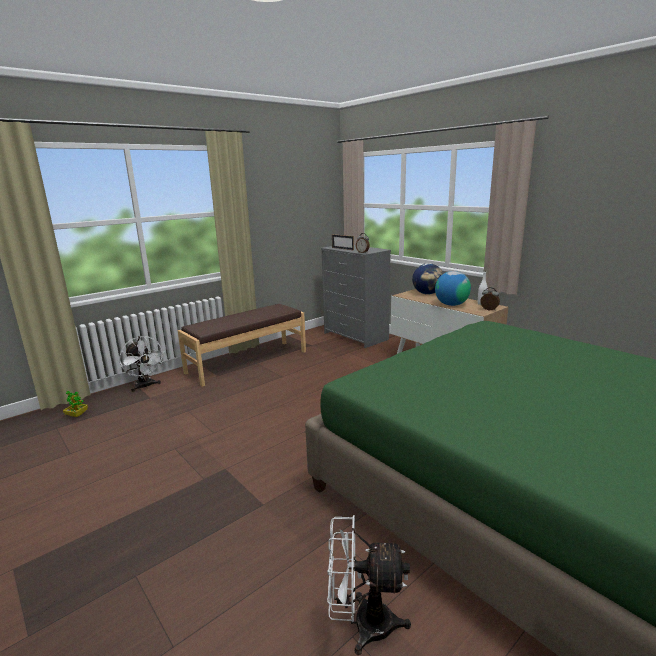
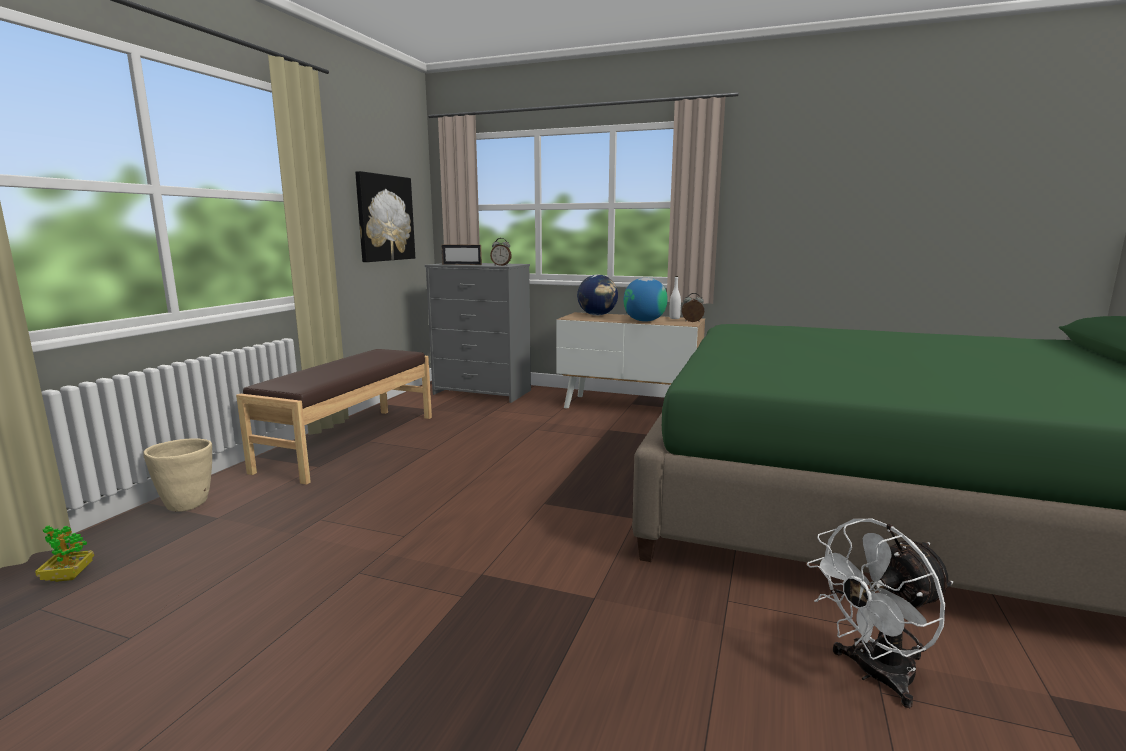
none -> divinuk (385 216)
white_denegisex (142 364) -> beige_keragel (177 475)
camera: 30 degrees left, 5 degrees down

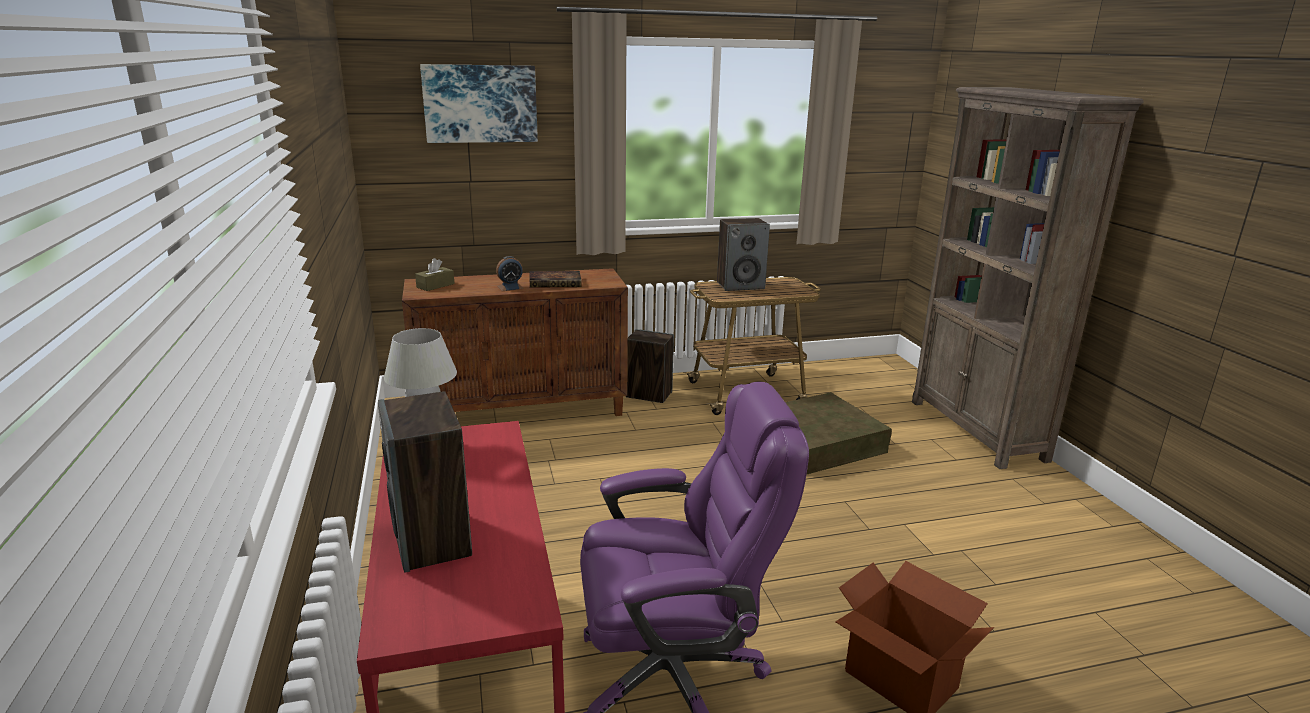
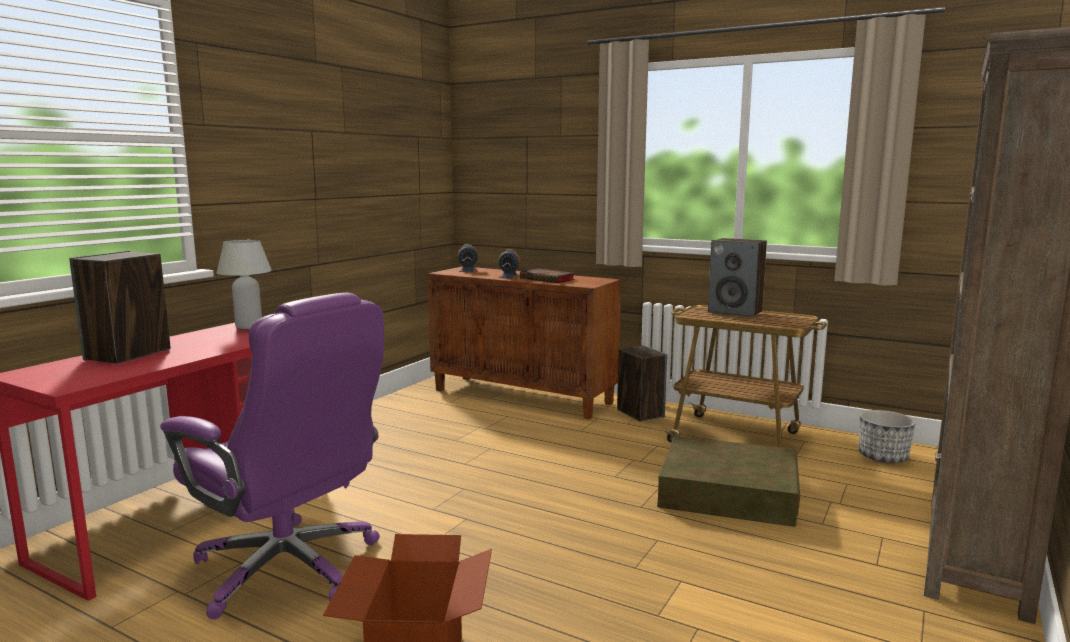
divinuk (479 103) -> none
none -> keragel (887 437)
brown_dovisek (435 274) -> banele (468 258)
camera: 45 degrees right, 10 degrees down

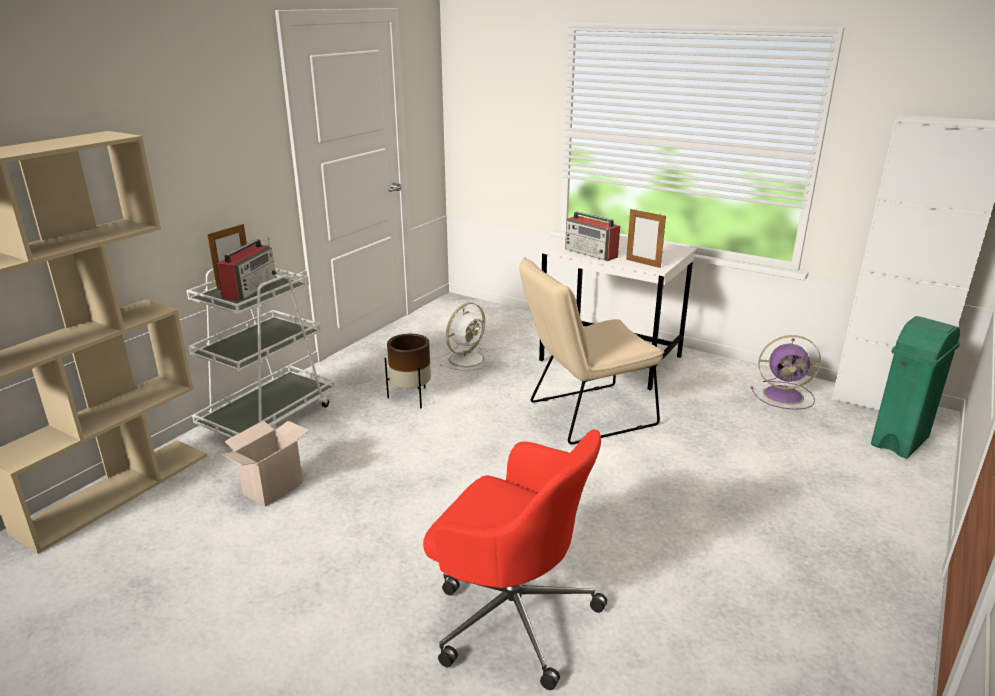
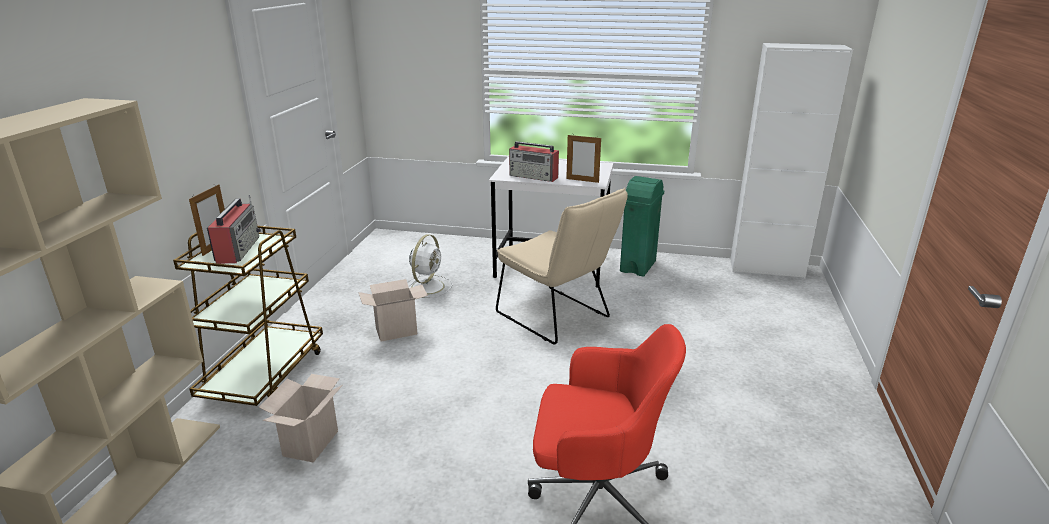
purple_denegisex (786 372) -> none
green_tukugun (915 387) -> green_tukugun (642 226), shifted
brown_keragel (408 371) -> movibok (393 310)
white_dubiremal (260 353) -> brown_dubiremal (248 316)
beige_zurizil (591 350) -> beige_zurizil (562 266), 90 degrees counterclockwise
camera: 20 degrees left, 0 degrees up

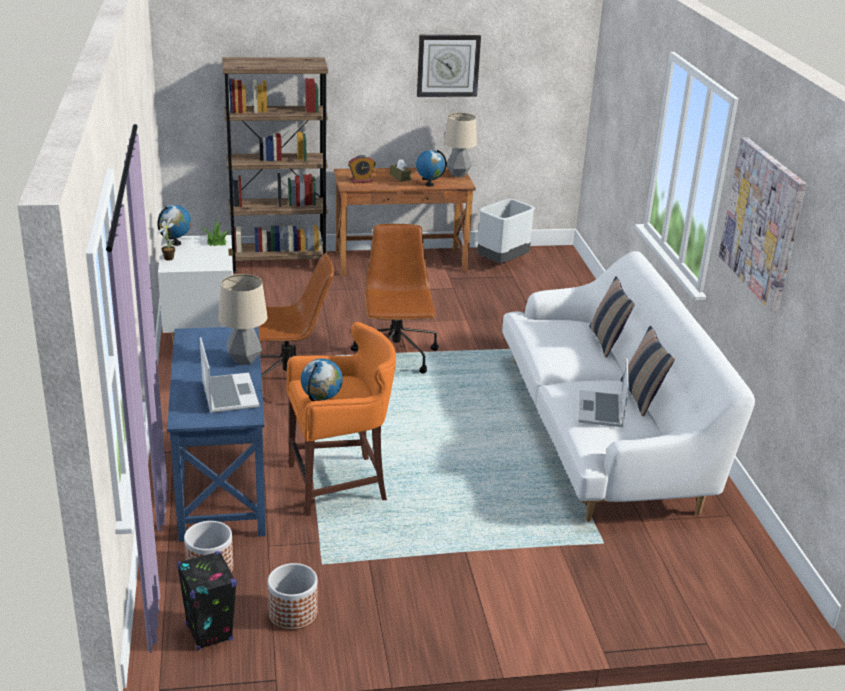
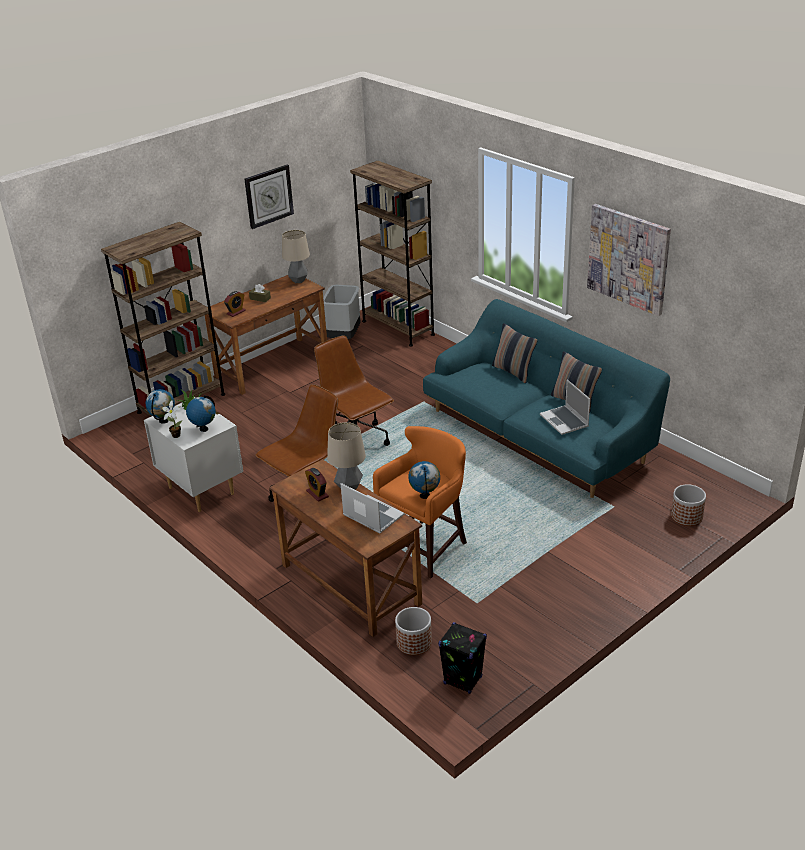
none -> banele (317 485)
none -> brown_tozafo (392 253)
keragel (292 596) -> keragel (688 505), shifted
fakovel (431 168) -> fakovel (201 413), shifted
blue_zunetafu (216 434) -> brown_zunetafu (345 548)
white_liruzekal (628 386) -> turquoise_liruzekal (546 398)
camera: 30 degrees left, 5 degrees up

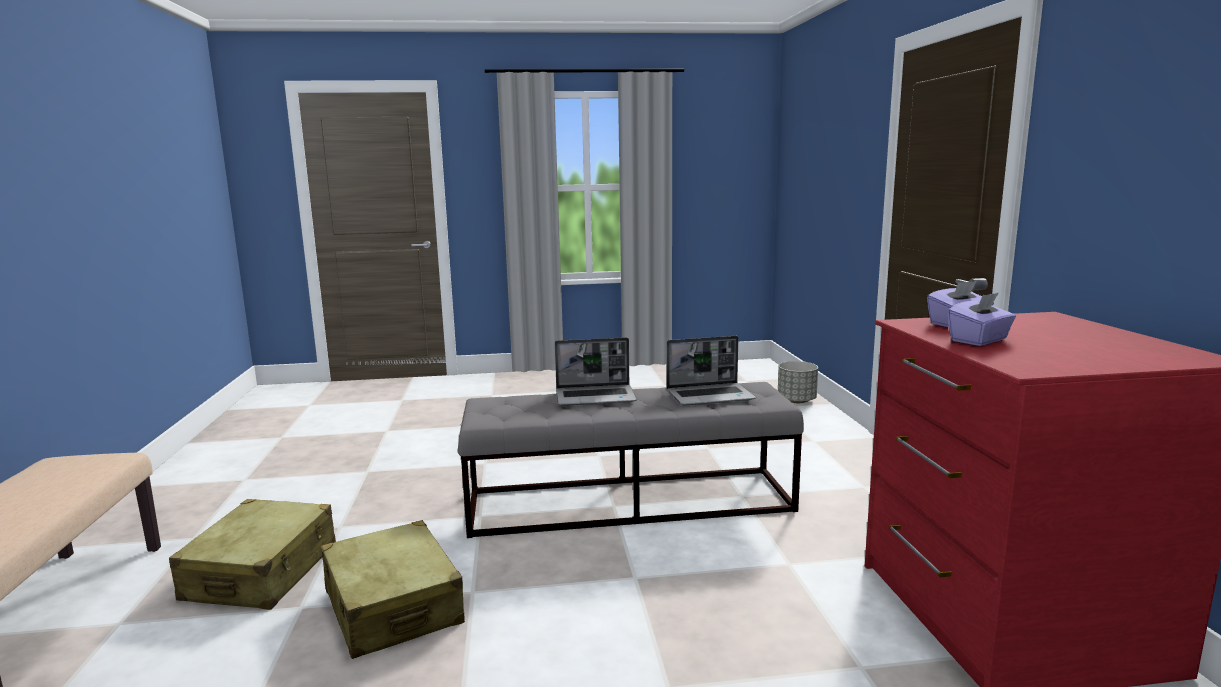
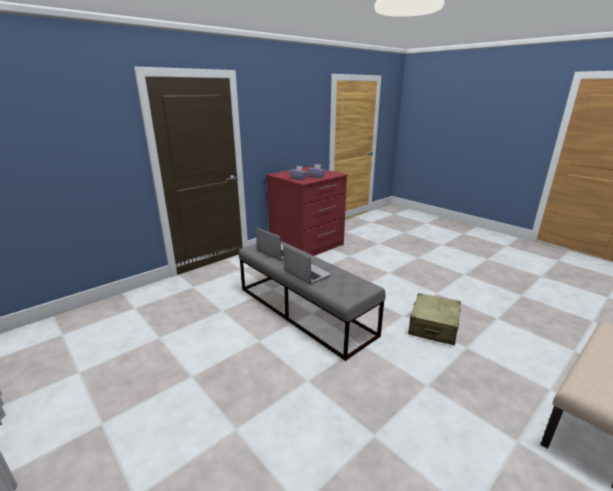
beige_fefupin (252 554) -> none
grey_keragel (798 382) -> none
camera: 125 degrees left, 10 degrees up

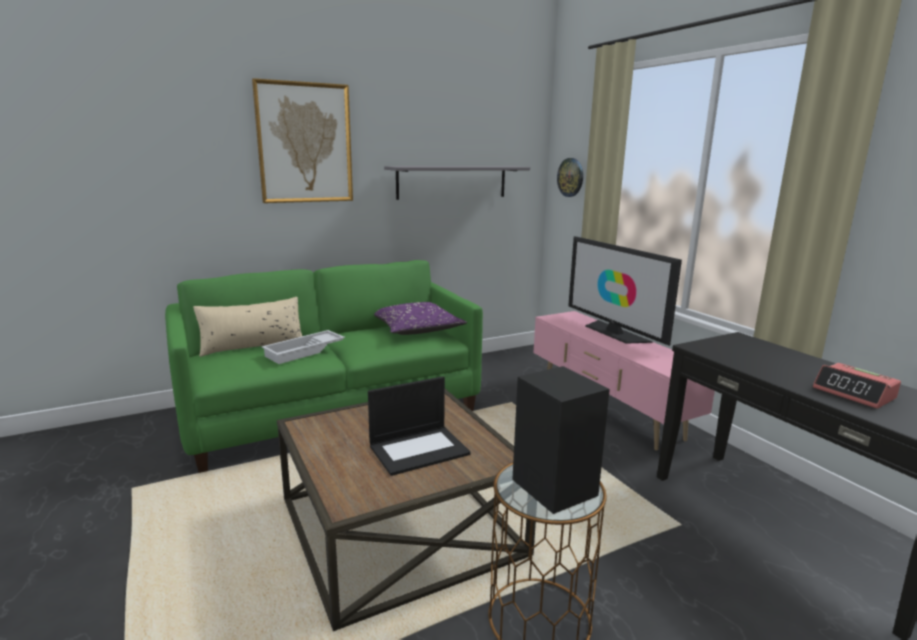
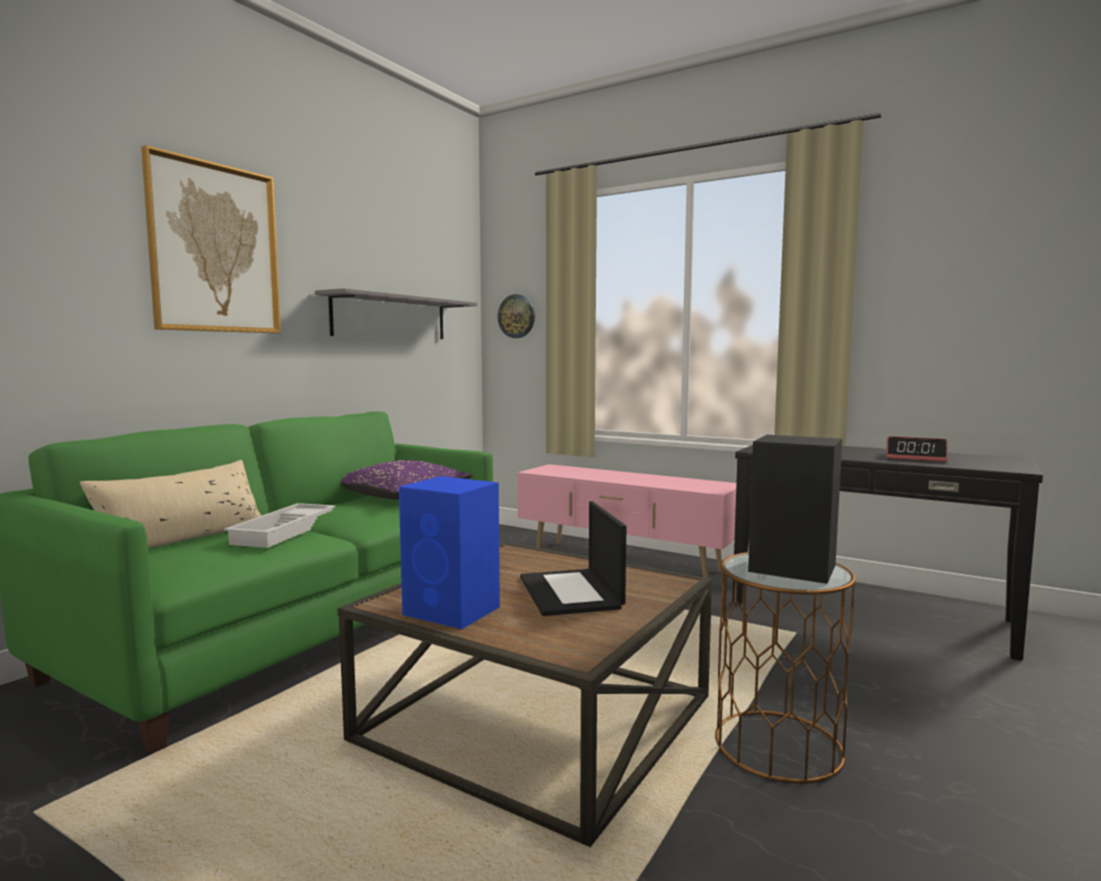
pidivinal (625 291) -> none
none -> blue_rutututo (449 552)
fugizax (419 426) -> fugizax (573 558), 135 degrees clockwise
camera: 30 degrees left, 10 degrees down

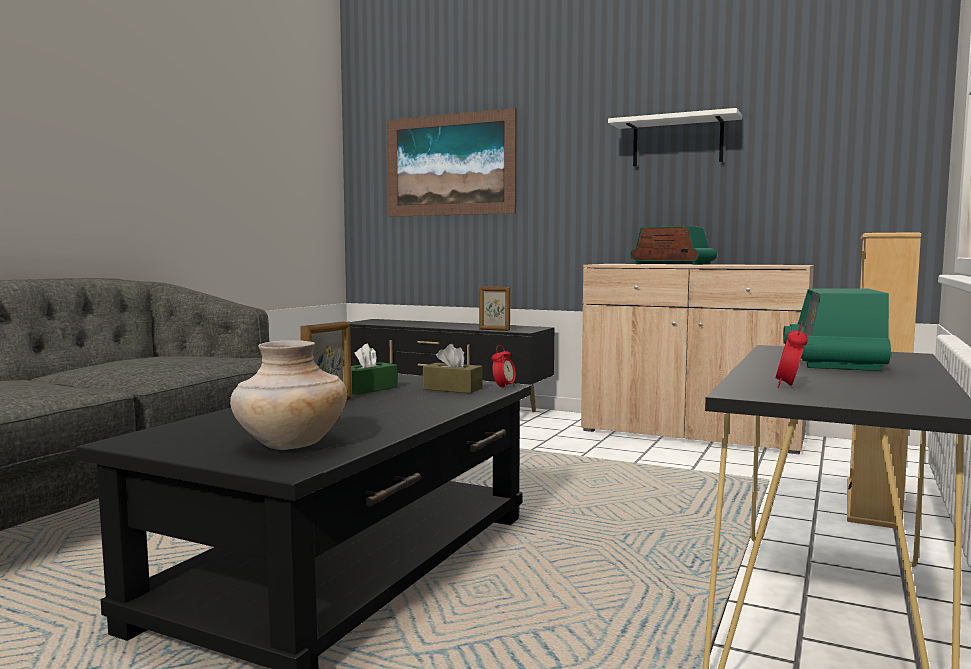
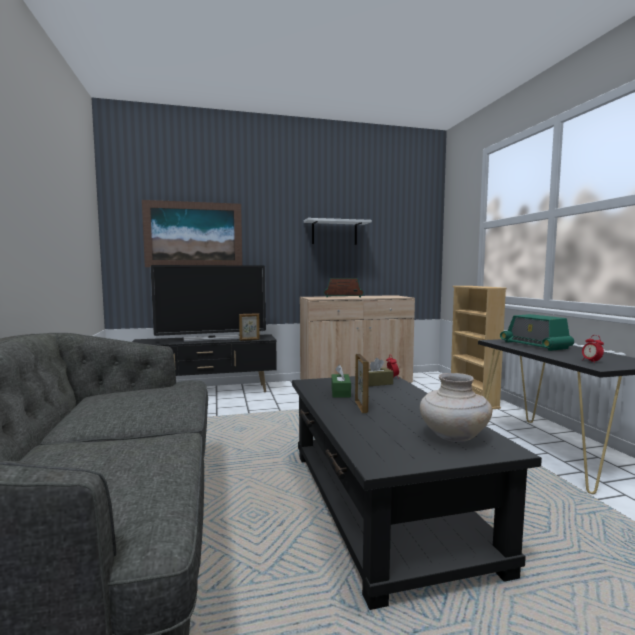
none -> pidivinal (208 303)
camera: 40 degrees left, 0 degrees up

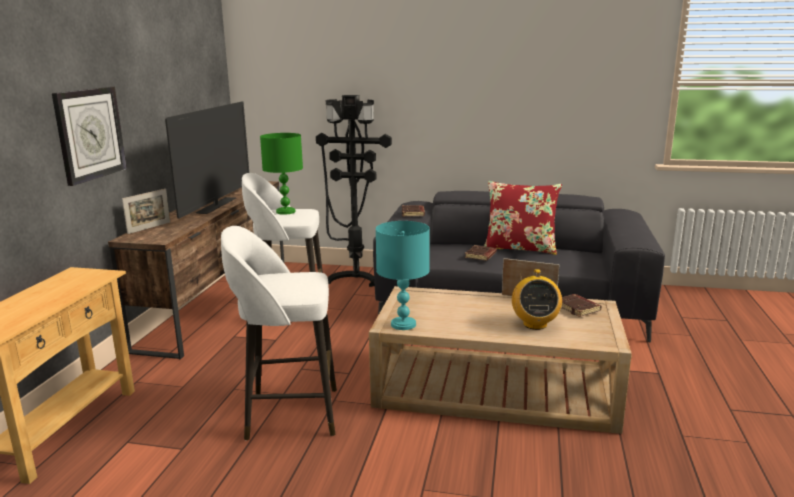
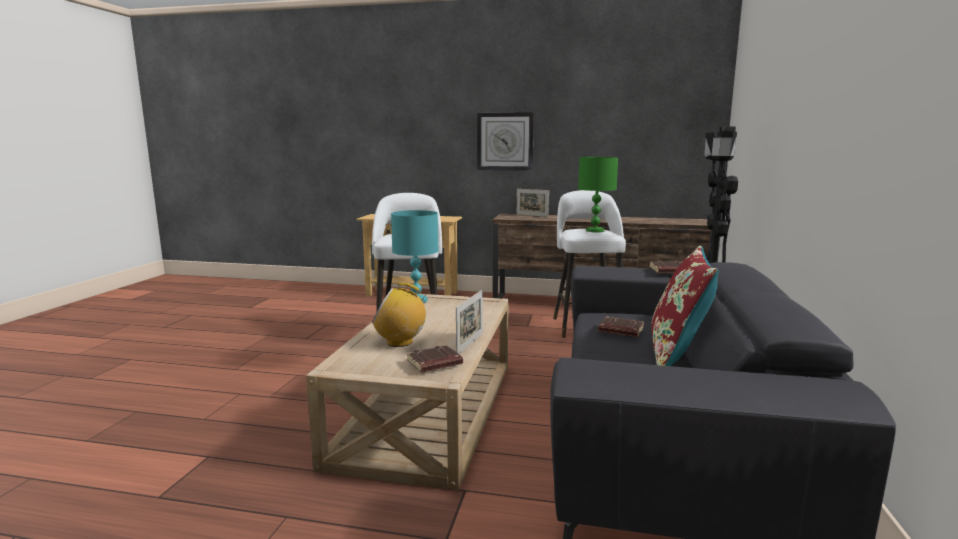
pidivinal (207 160) -> none
camera: 90 degrees right, 5 degrees down

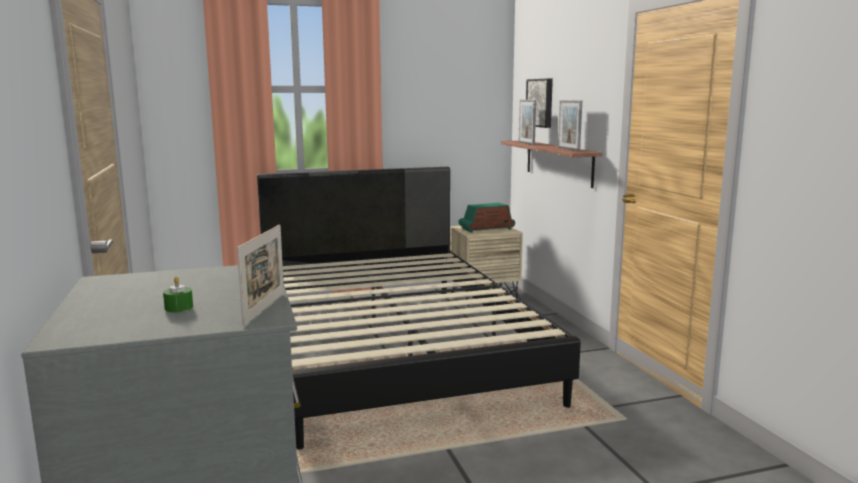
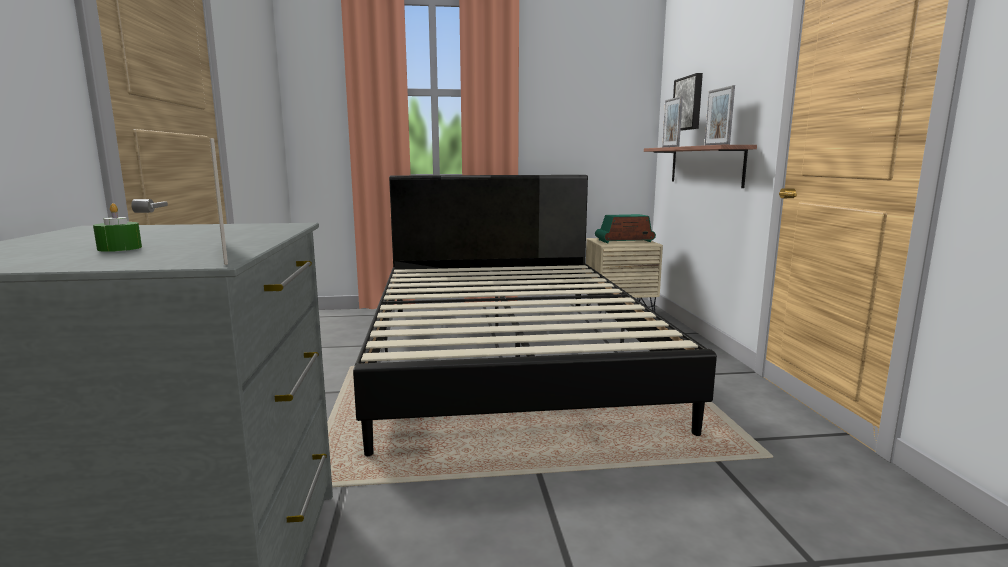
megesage (260 275) -> megesage (219 201), 45 degrees counterclockwise
camera: 10 degrees right, 0 degrees up

